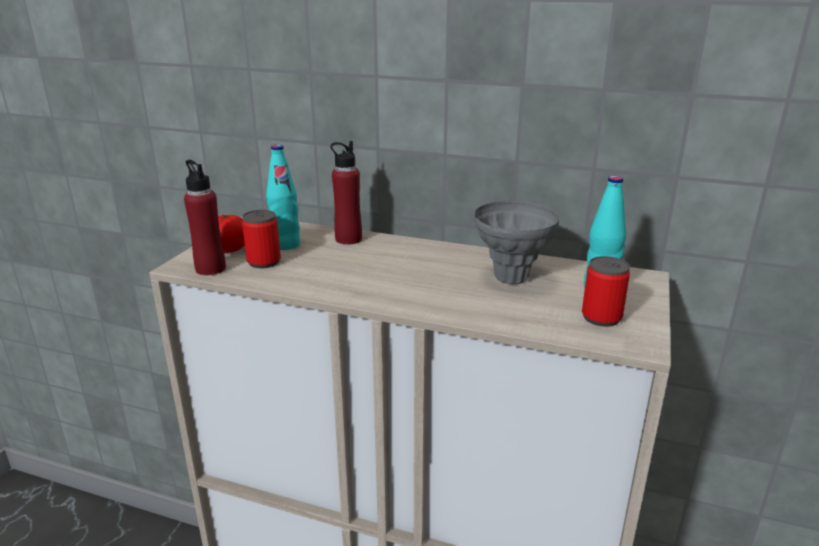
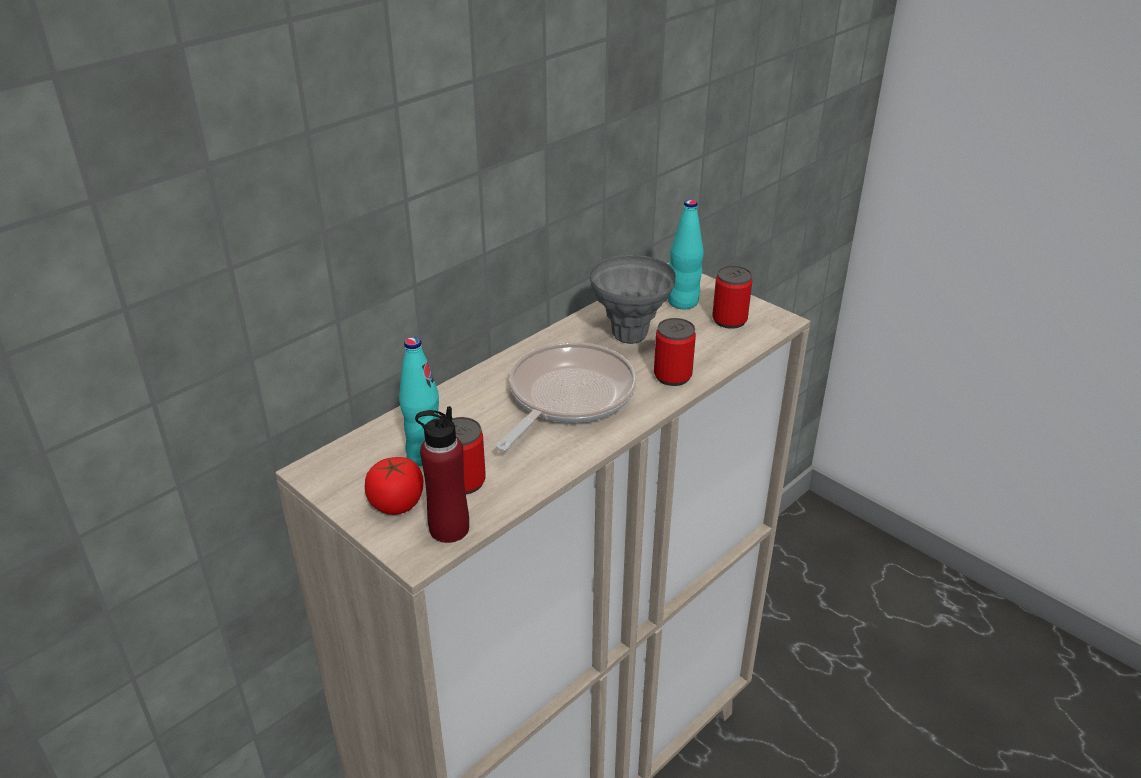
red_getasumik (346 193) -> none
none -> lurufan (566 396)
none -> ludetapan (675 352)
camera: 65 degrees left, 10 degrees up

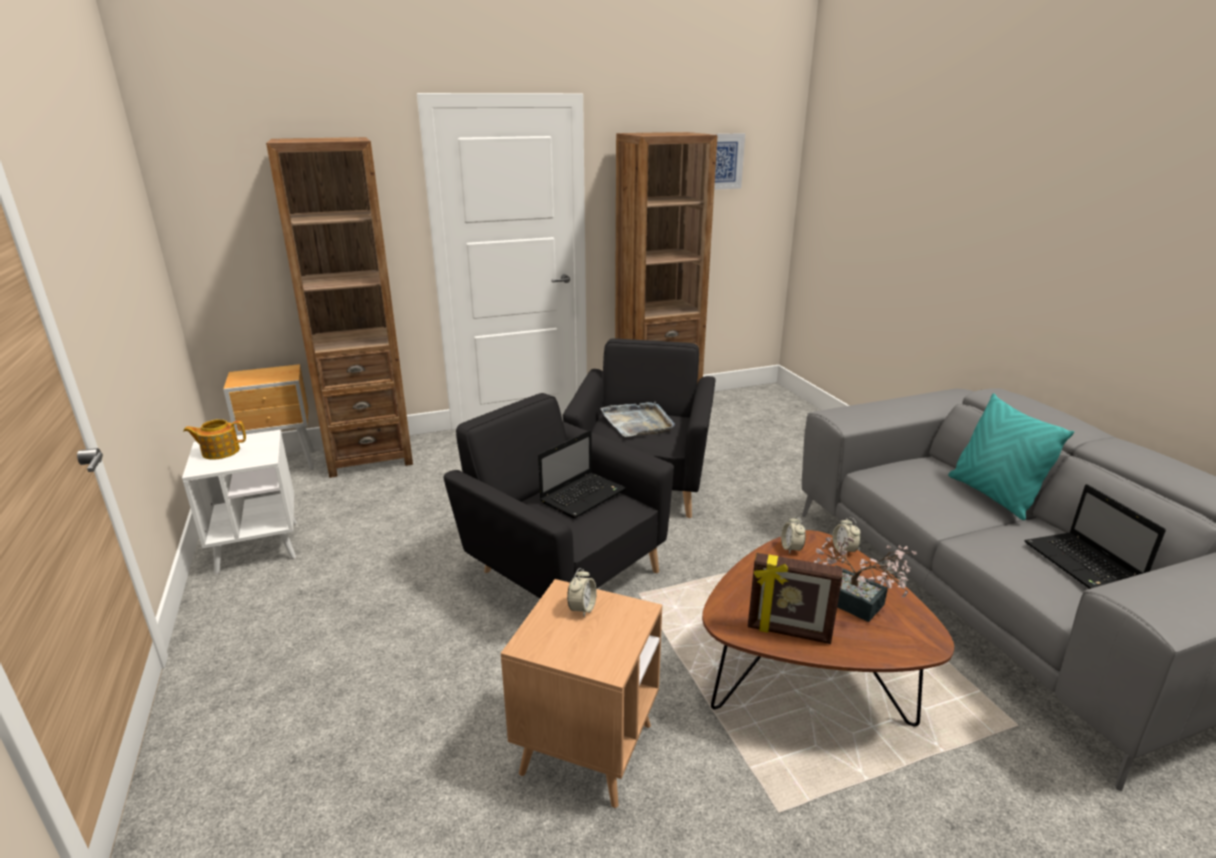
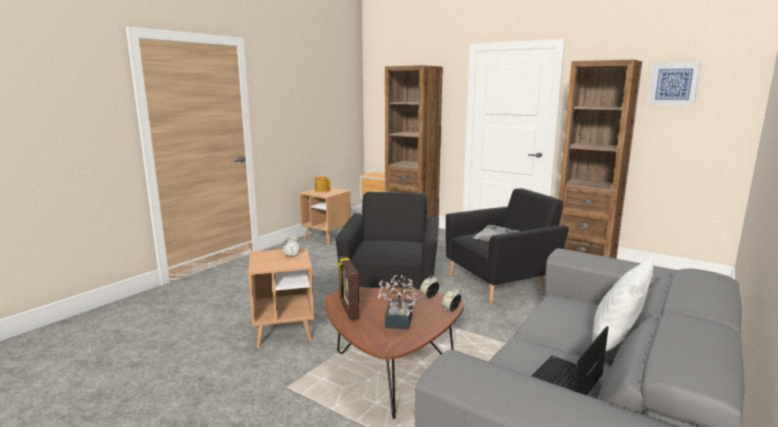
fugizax (582 474) -> none
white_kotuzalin (239 502) -> brown_kotuzalin (325 217)
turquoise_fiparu (1011 456) -> white_fiparu (623 304)
camera: 55 degrees right, 10 degrees down

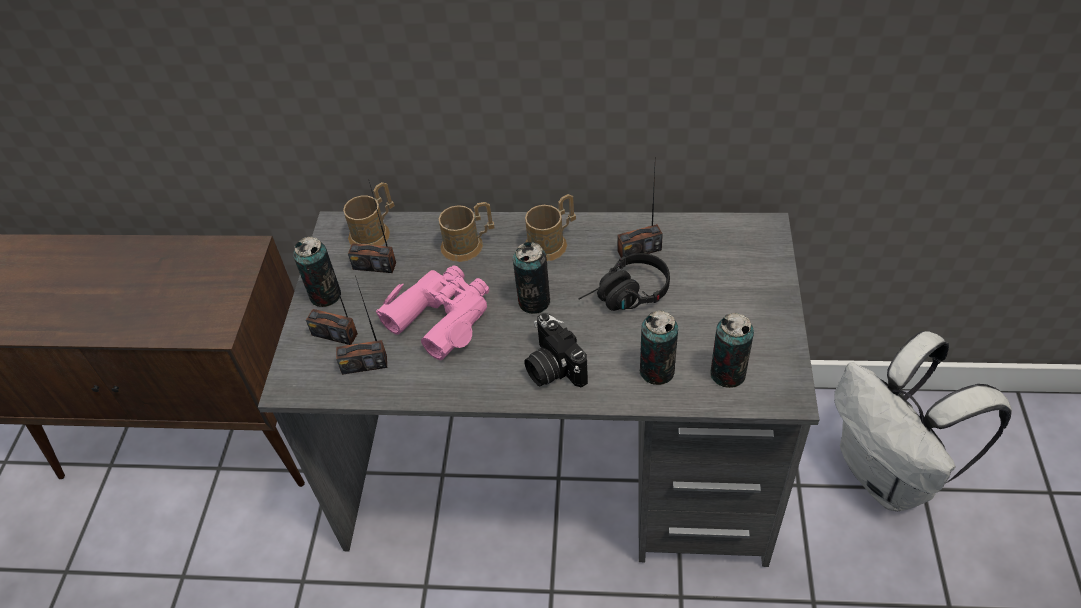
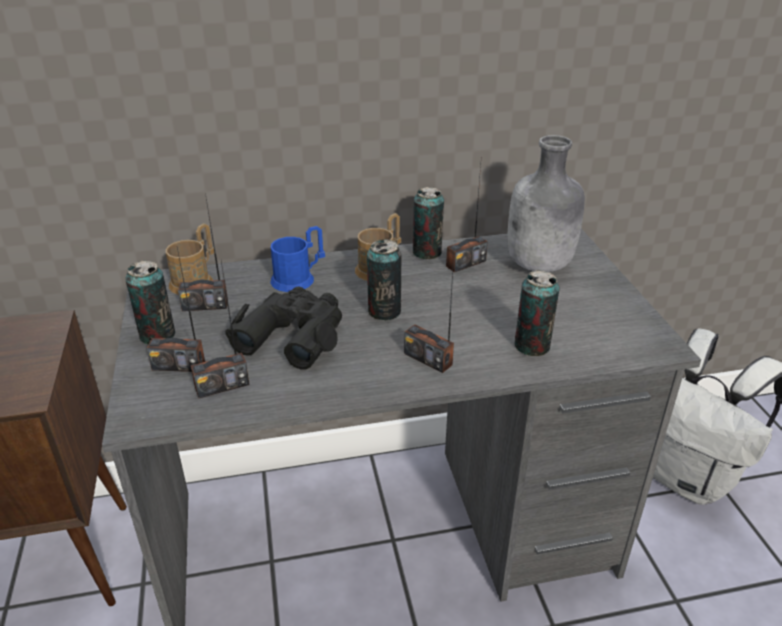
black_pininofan (624 282) -> none
none -> grey_getasumik (546 203)
ludetapan (732 350) -> ludetapan (428 223), shifted
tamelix (556 350) -> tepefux (429 313)
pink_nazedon (432 313) -> black_nazedon (283 328)
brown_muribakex (467 232) -> blue_muribakex (297 259)
camera: 20 degrees left, 15 degrees down

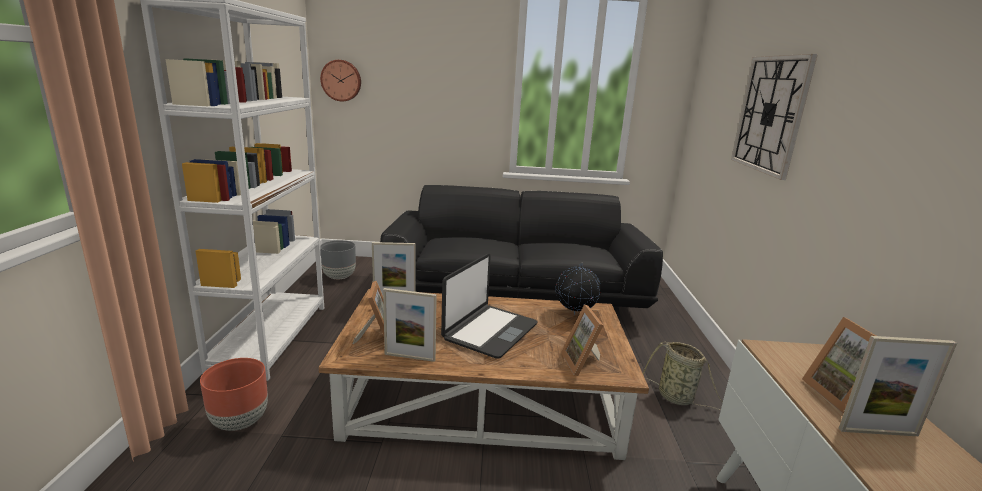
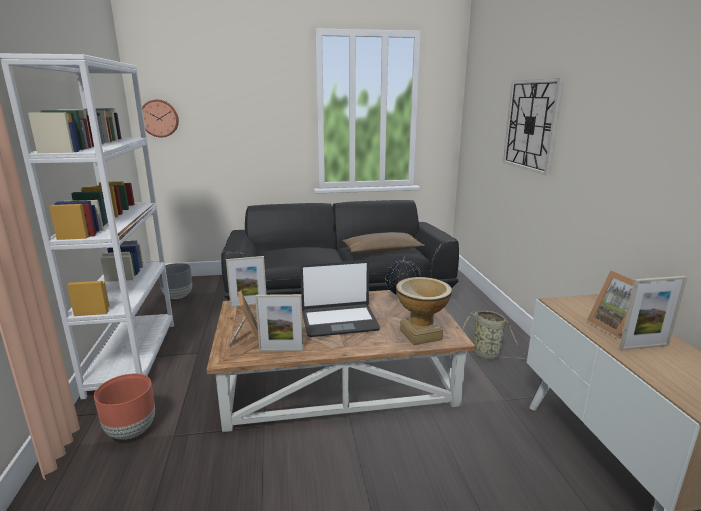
none -> brown_fiparu (384 242)
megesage (582 340) -> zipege (424 311)
fugizax (489 306) -> fugizax (340 298), 60 degrees clockwise
camera: 10 degrees left, 0 degrees up

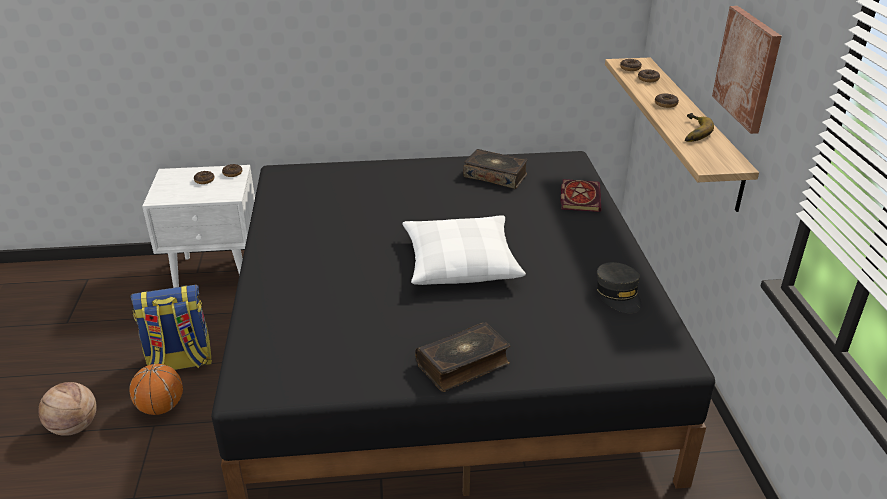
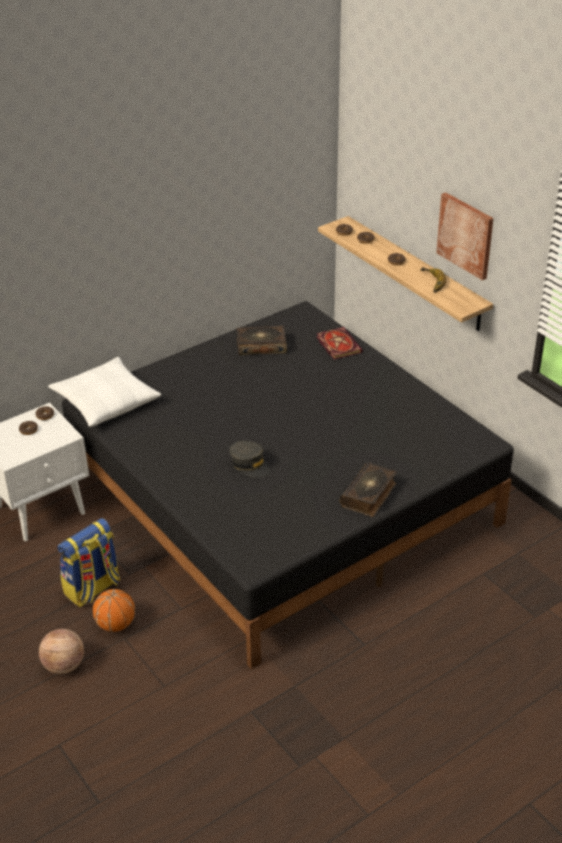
white_fiparu (464 250) -> white_fiparu (104 392), shifted
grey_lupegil (619 287) -> grey_lupegil (250 459), shifted
camera: 30 degrees left, 5 degrees up

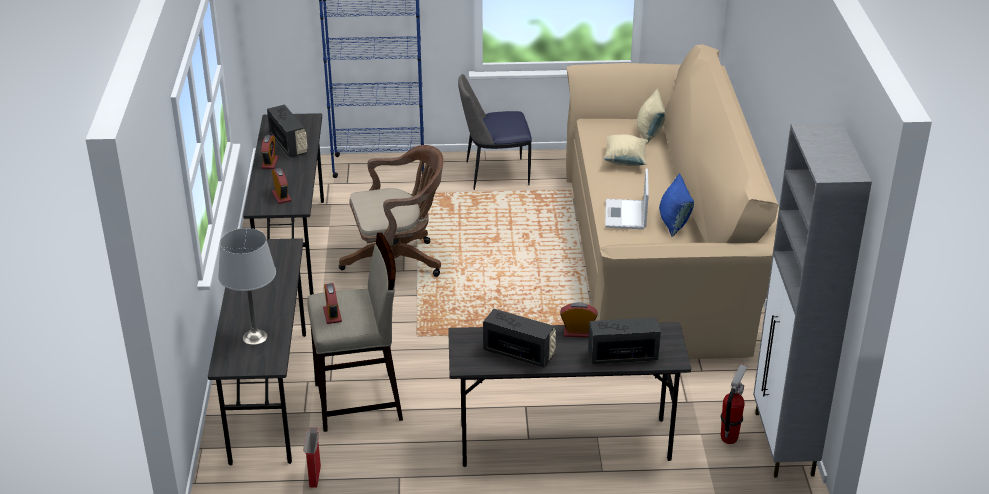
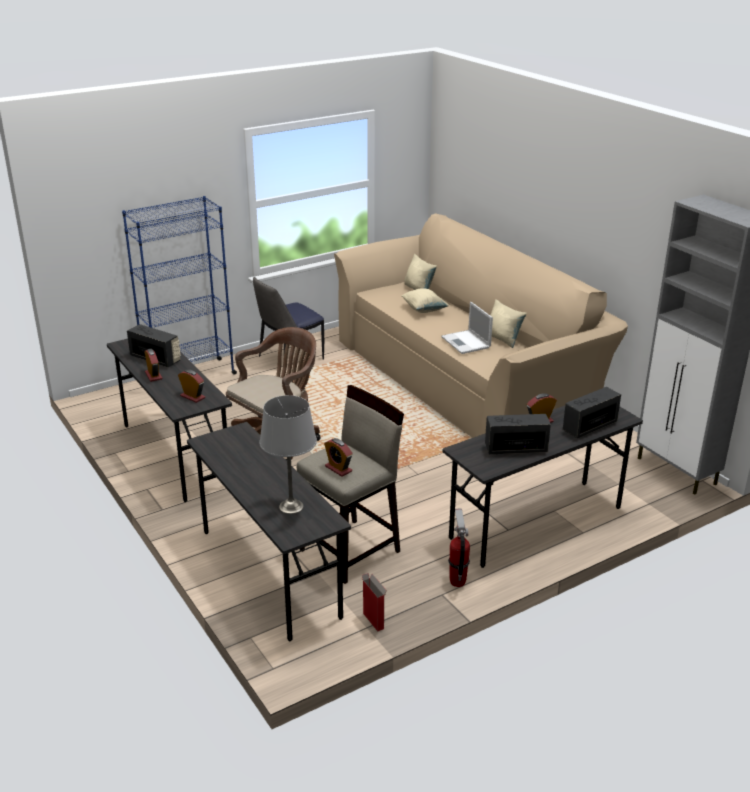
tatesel (734 404) -> tatesel (459 548), shifted
blue_fiparu (676 205) -> beige_fiparu (508 323)
camera: 30 degrees left, 5 degrees down

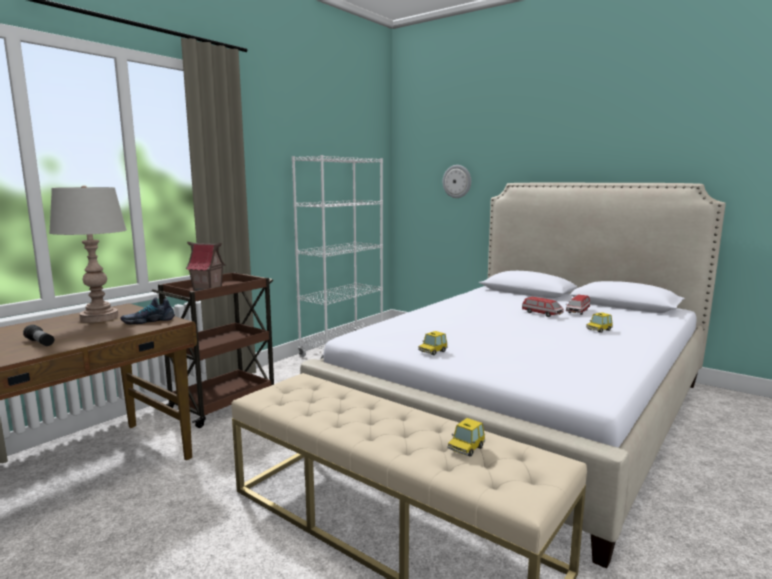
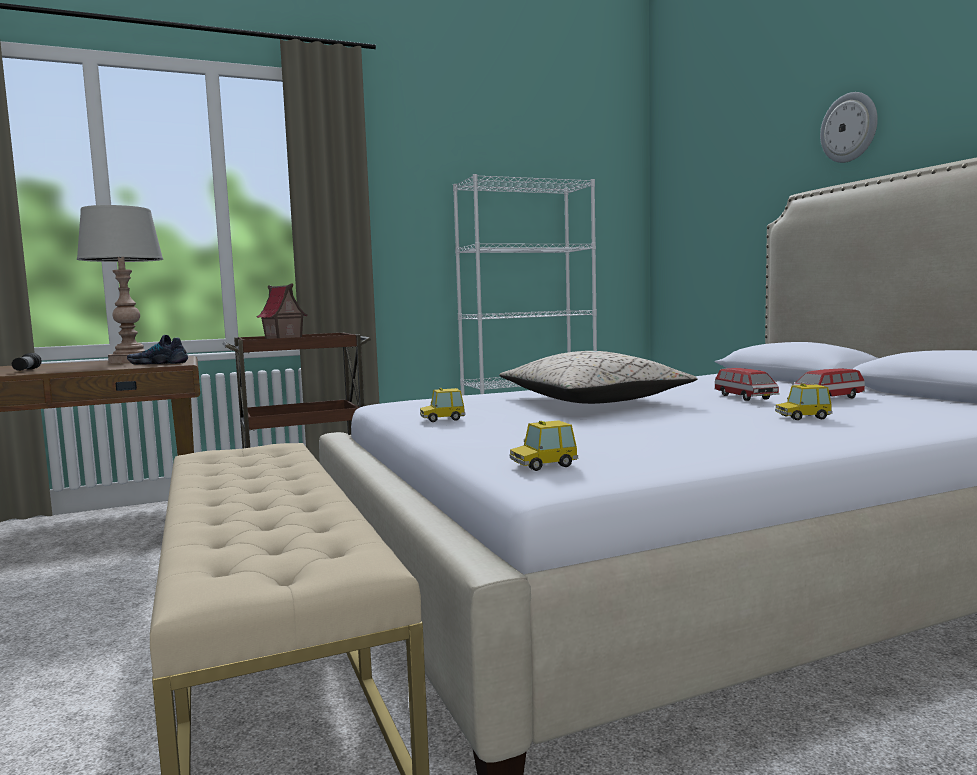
none -> beige_fiparu (598 377)
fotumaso (457 181) -> fotumaso (849 127), shifted
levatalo (466 437) -> levatalo (544 445), shifted
camera: 30 degrees right, 5 degrees down

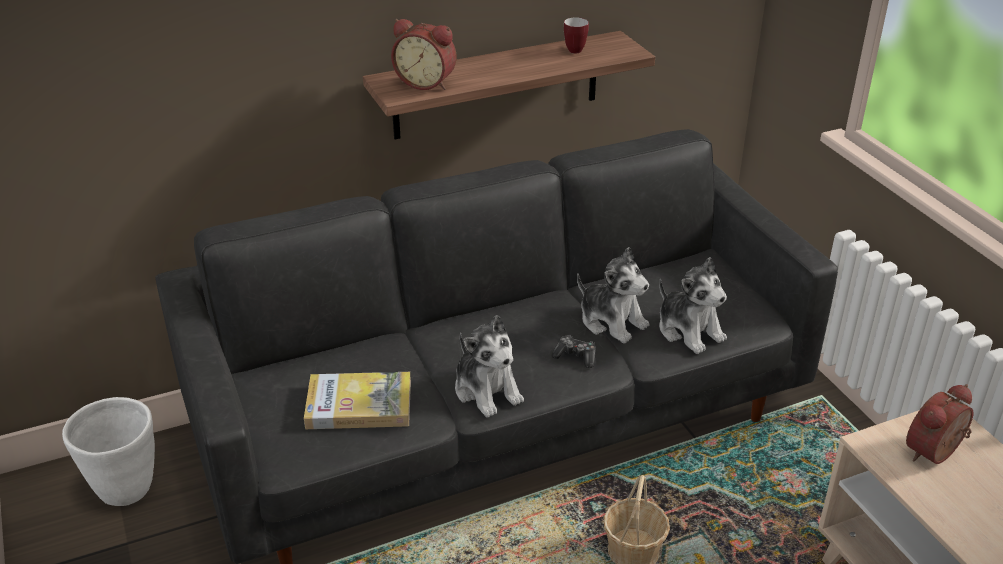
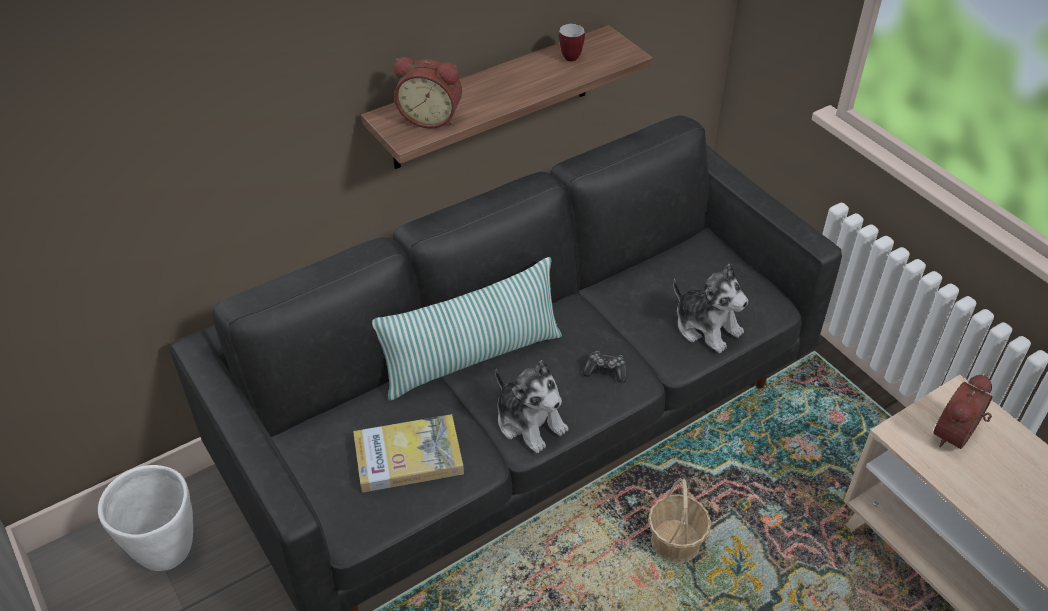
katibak (613 295) -> none
none -> fiparu (467 329)
camera: 10 degrees left, 10 degrees up

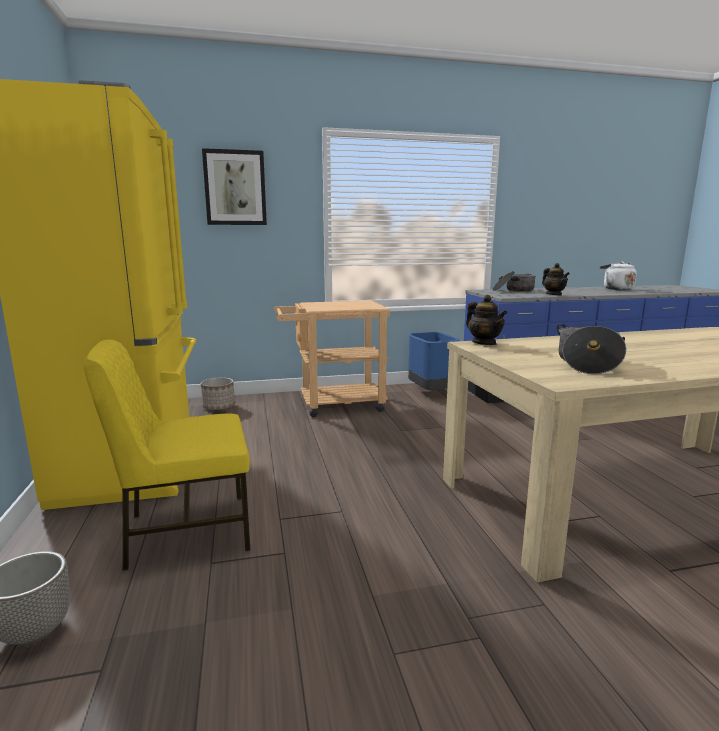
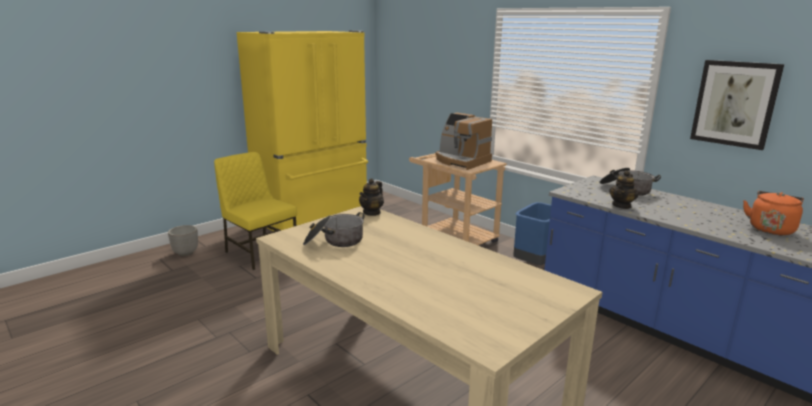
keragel (218 393) -> none
none -> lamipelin (463 141)
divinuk (234 186) -> divinuk (737 105), shifted
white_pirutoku (618 276) -> orange_pirutoku (773 213)
camera: 60 degrees right, 5 degrees up

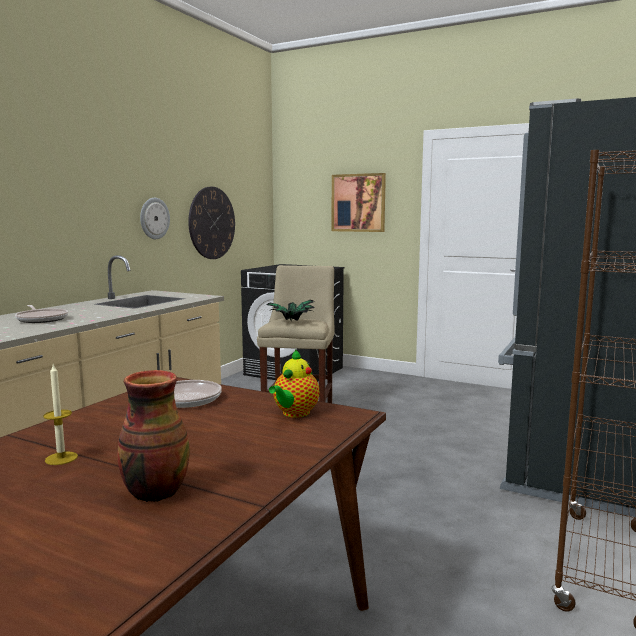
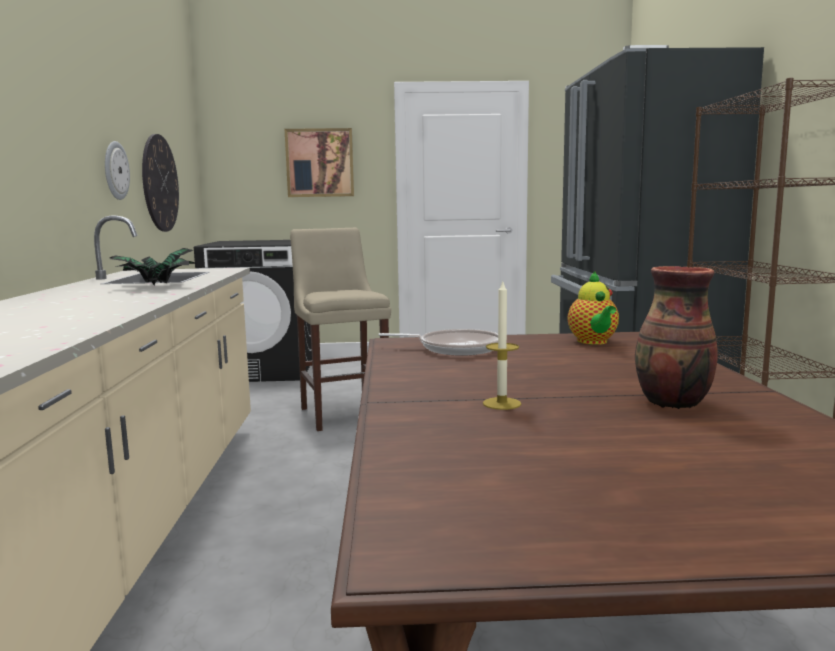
lurufan (41 314) -> none
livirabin (290 310) -> livirabin (154 266), shifted
camera: 30 degrees left, 0 degrees up

